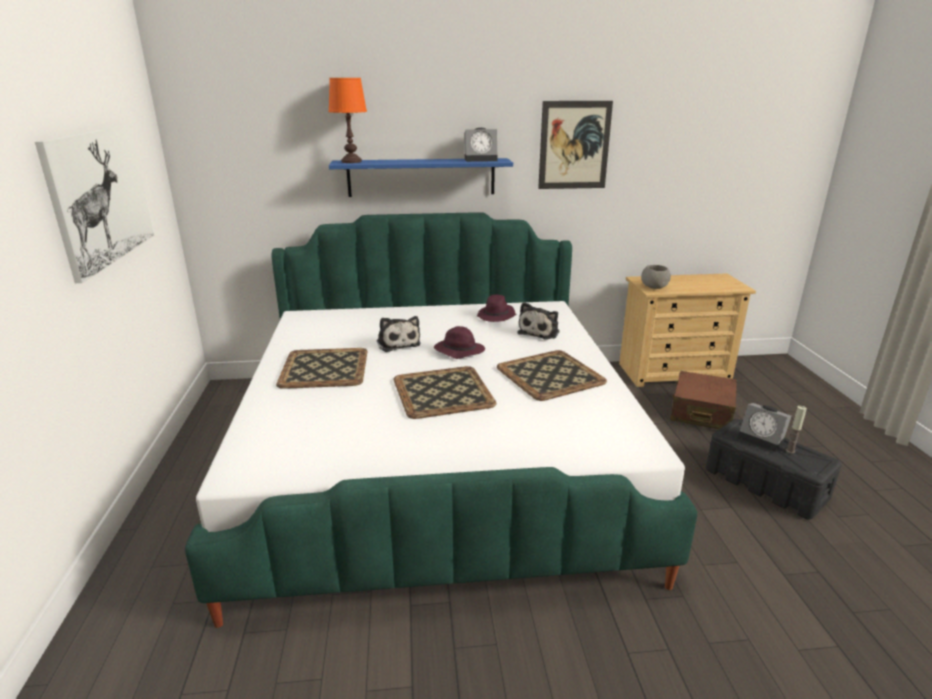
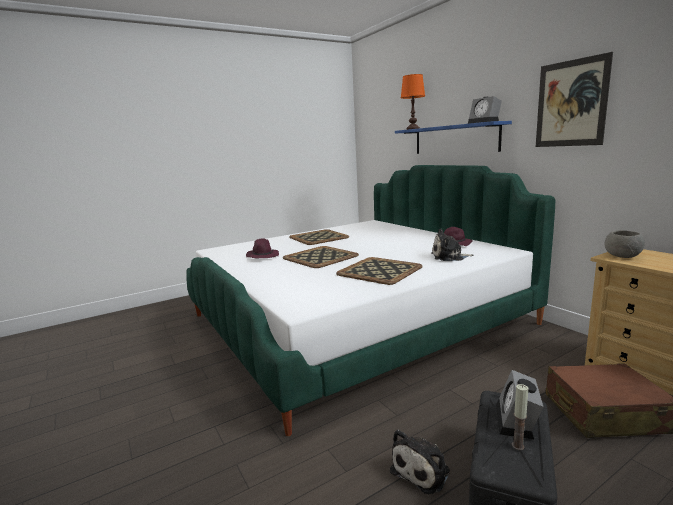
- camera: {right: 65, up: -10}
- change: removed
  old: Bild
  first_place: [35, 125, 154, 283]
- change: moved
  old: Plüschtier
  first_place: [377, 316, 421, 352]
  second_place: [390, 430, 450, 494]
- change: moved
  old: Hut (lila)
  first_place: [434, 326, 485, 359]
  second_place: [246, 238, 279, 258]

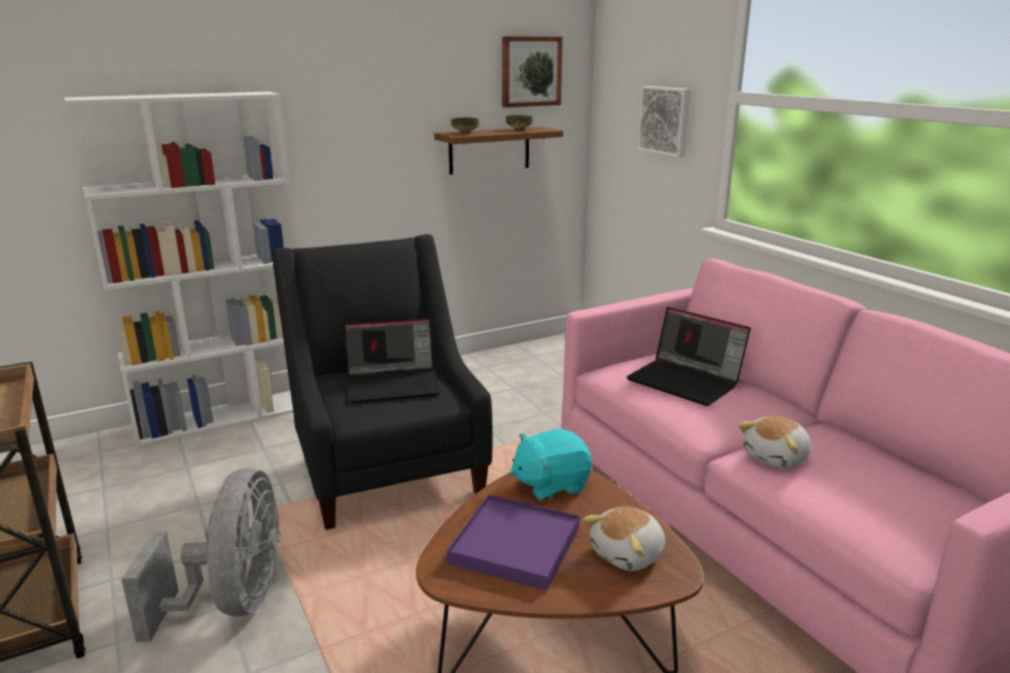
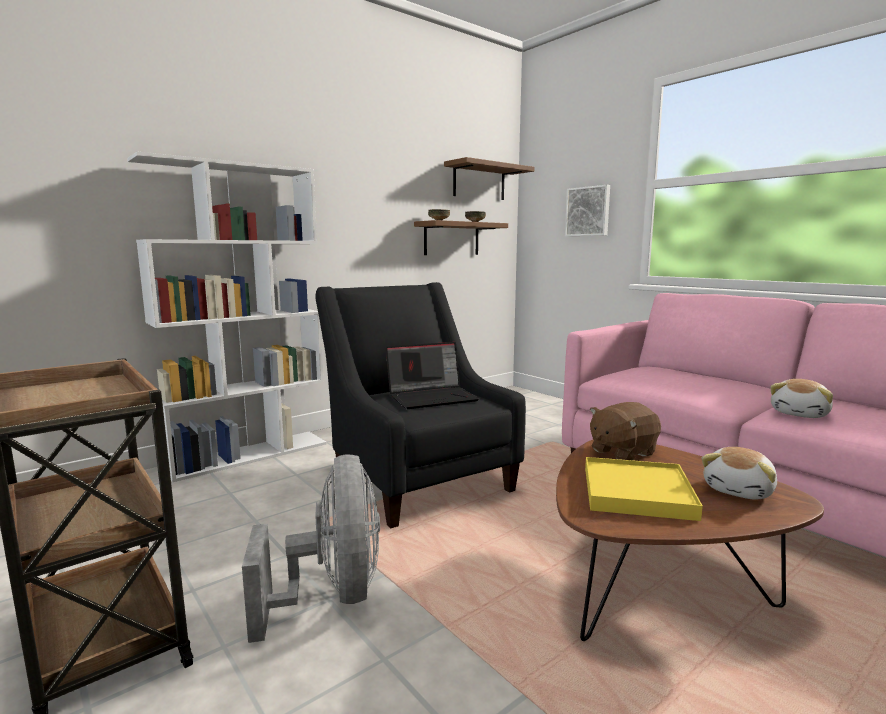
- camera: {right: -10, up: -10}
- change: recoloured
  old: Tablett (lila)
  new: Tablett (gelb)
  first_place: [447, 495, 580, 591]
  second_place: [585, 457, 703, 521]
- change: replaced
  old: Bild
  new: Wandregal (braun)
  first_place: [502, 36, 563, 107]
  second_place: [444, 157, 535, 200]
- change: recoloured
  old: Plüschtier (türkis)
  new: Plüschtier (braun)
  first_place: [510, 429, 592, 501]
  second_place: [590, 402, 661, 460]
- change: removed
  old: Laptop
  first_place: [626, 307, 751, 406]

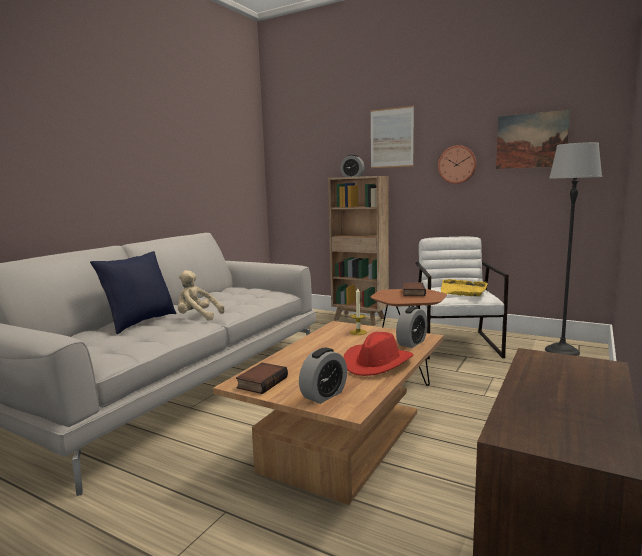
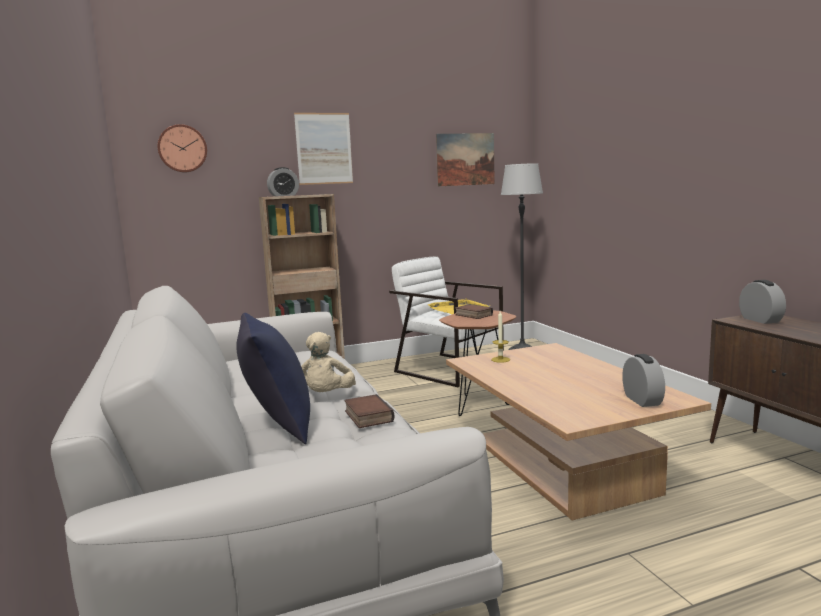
- camera: {right: -50, up: 0}
- change: turned
  old: Plüschtier (beige)
  first_place: [178, 270, 224, 321]
  second_place: [301, 332, 356, 392]
  degrees: -45
- change: moved
  old: Buch
  first_place: [236, 363, 288, 394]
  second_place: [344, 394, 395, 428]
- change: removed
  old: Hut (rot)
  first_place: [343, 332, 414, 376]
- change: moved
  old: Wecker
  first_place: [396, 306, 428, 348]
  second_place: [739, 280, 786, 324]
- change: moved
  old: Wanduhr
  first_place: [438, 145, 477, 184]
  second_place: [158, 124, 207, 172]

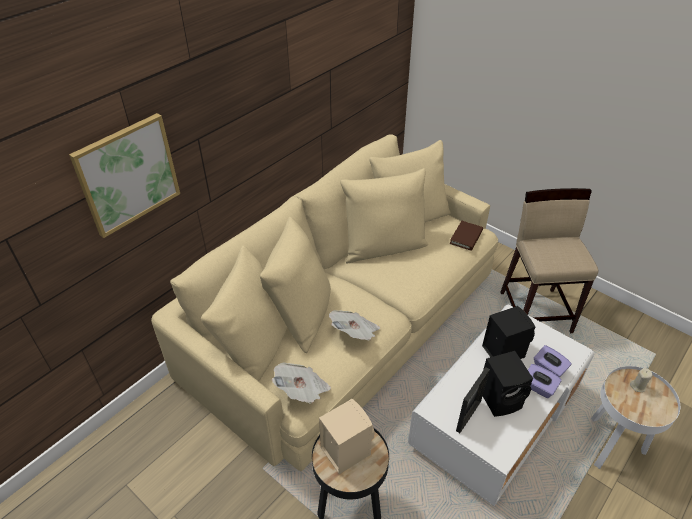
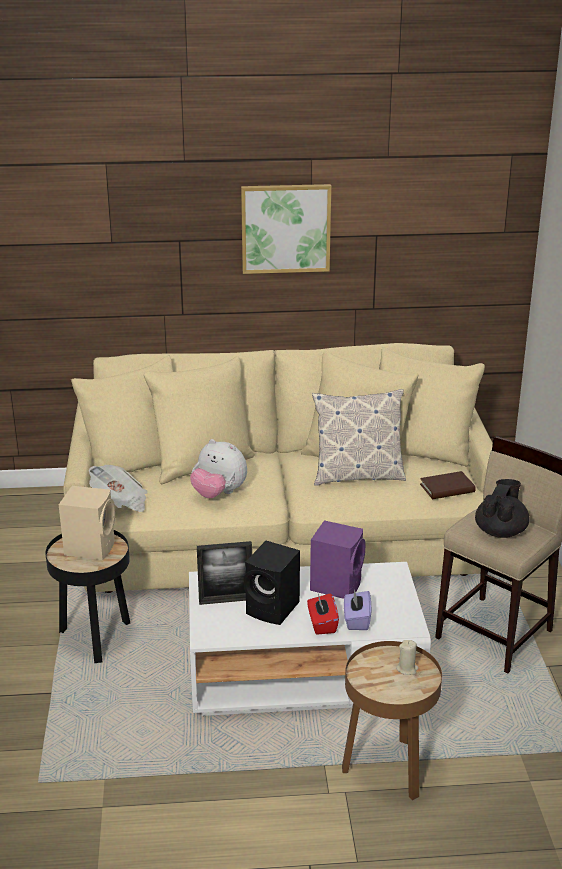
- camera: {right: 45, up: -15}
- change: moved
  old: Bild
  first_place: [69, 113, 180, 238]
  second_place: [241, 184, 331, 274]
- change: replaced
  old: Zeitung
  new: Plüschtier
  first_place: [329, 310, 380, 341]
  second_place: [190, 439, 247, 498]
- change: recoloured
  old: Lautsprecher (schwarz)
  new: Lautsprecher (lila)
  first_place: [482, 306, 535, 359]
  second_place: [310, 520, 366, 599]
- change: recoloured
  old: Taschentuchbox (lila)
  new: Taschentuchbox (rot)
  first_place: [528, 364, 562, 398]
  second_place: [307, 593, 339, 635]
- change: recoloured
  old: Beistelltisch (weiß)
  new: Beistelltisch (braun)
  first_place: [591, 366, 680, 469]
  second_place: [342, 641, 442, 800]
- change: added
  new: Kissen
  second_place: [312, 389, 406, 486]
- change: added
  new: Teekanne (schwarz)
  second_place: [475, 479, 530, 538]

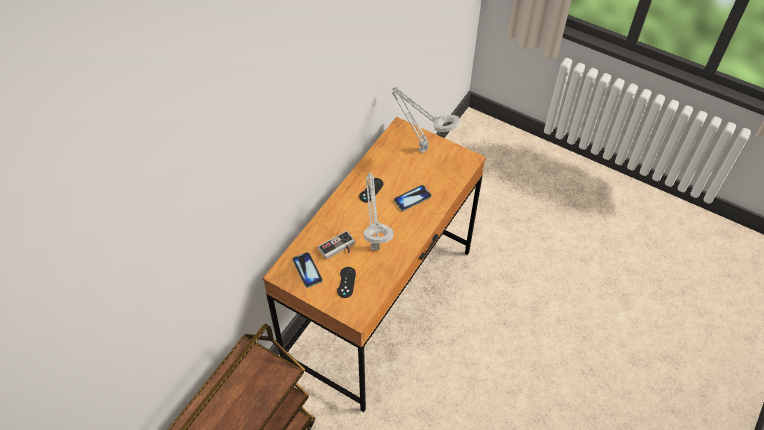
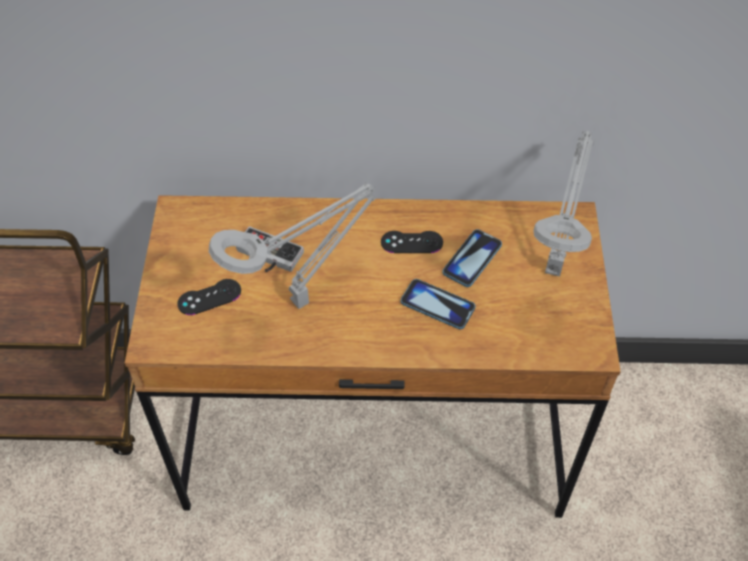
- camera: {right: 60, up: 0}
- change: moved
  old: Handy
  first_place: [293, 252, 323, 287]
  second_place: [442, 229, 502, 287]

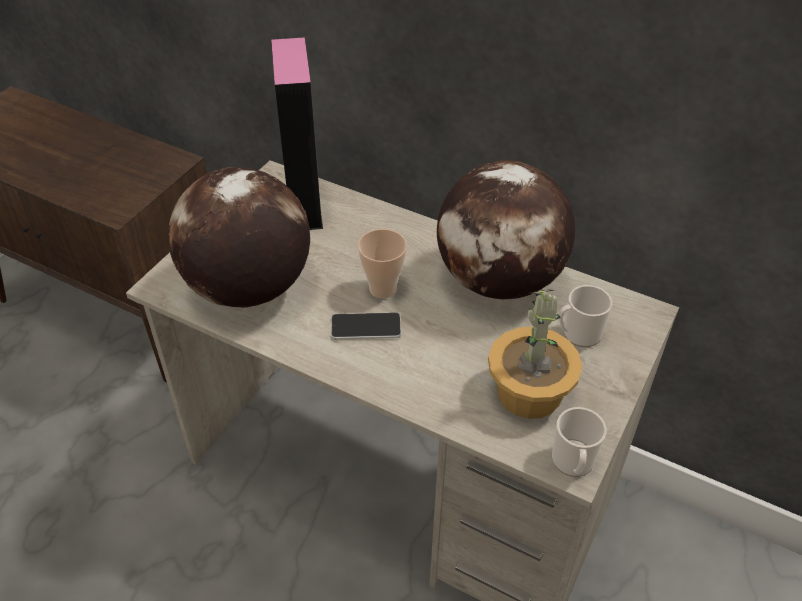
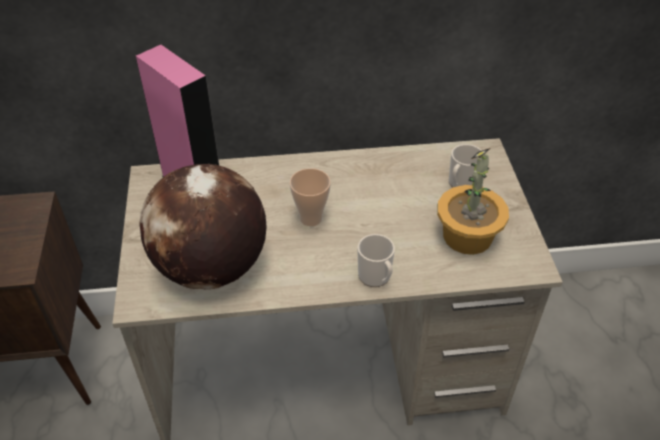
- camera: {right: -35, up: 0}
- change: removed
  old: Handy
  first_place: [331, 312, 401, 340]
- change: removed
  old: Globus
  first_place: [437, 160, 575, 299]
- change: moved
  old: Henkelbecher
  first_place: [552, 407, 607, 477]
  second_place: [358, 234, 395, 287]

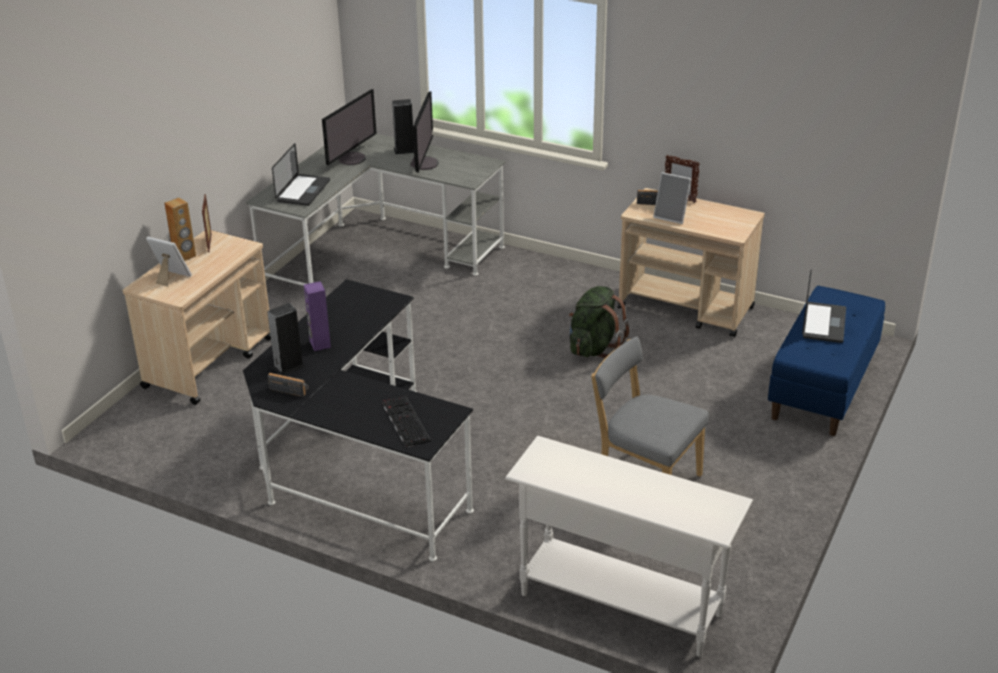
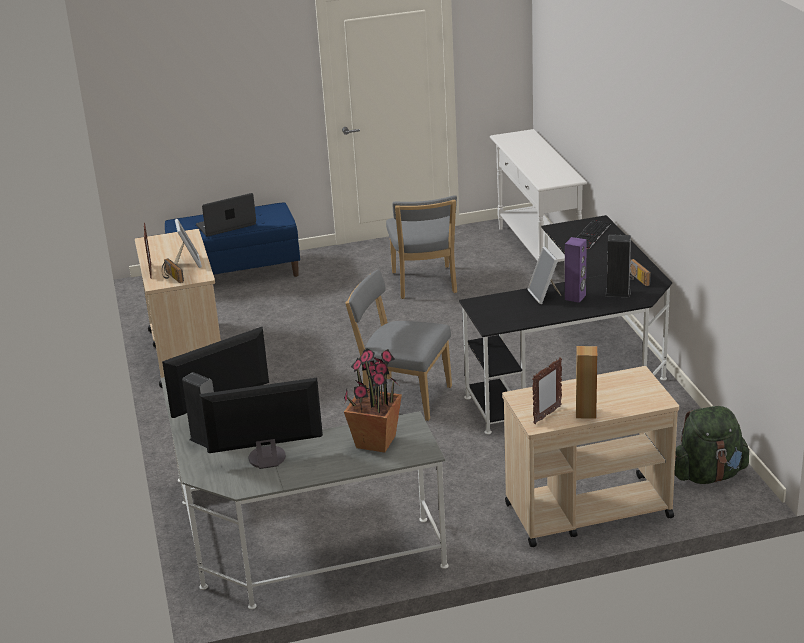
- camera: {right: -130, up: -5}
- change: moved
  old: Bilderrahmen
  first_place: [146, 237, 192, 287]
  second_place: [528, 246, 562, 304]
- change: replaced
  old: Laptop
  new: Topfpflanze
  first_place: [272, 143, 330, 206]
  second_place: [344, 349, 402, 453]
- change: moved
  old: Rucksack (grün)
  first_place: [569, 286, 629, 358]
  second_place: [674, 406, 750, 484]
- change: added
  new: Stuhl (grau)
  second_place: [345, 270, 452, 421]

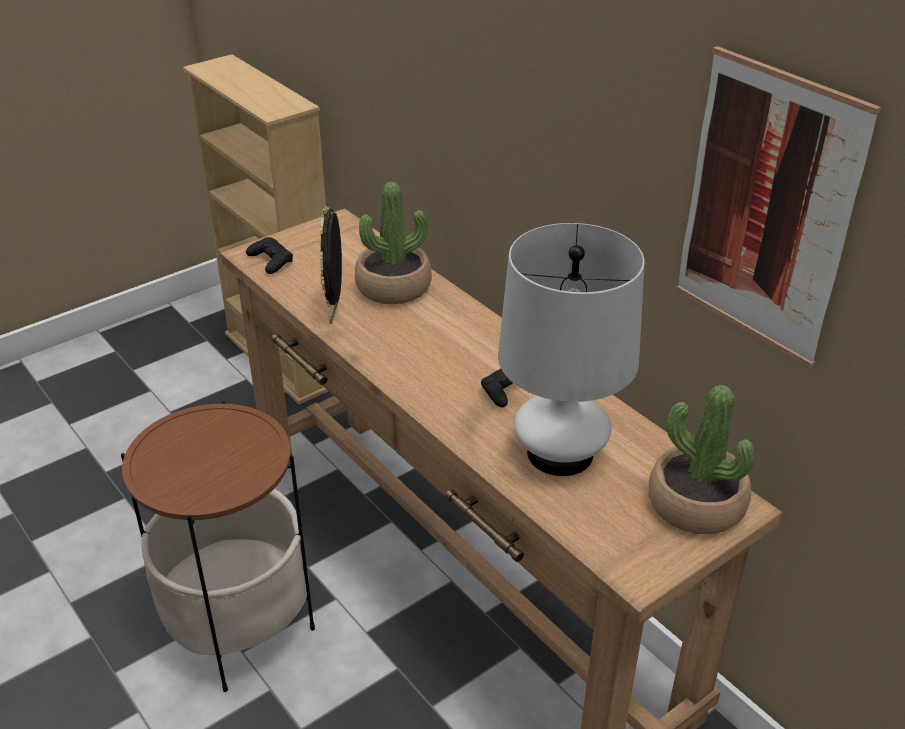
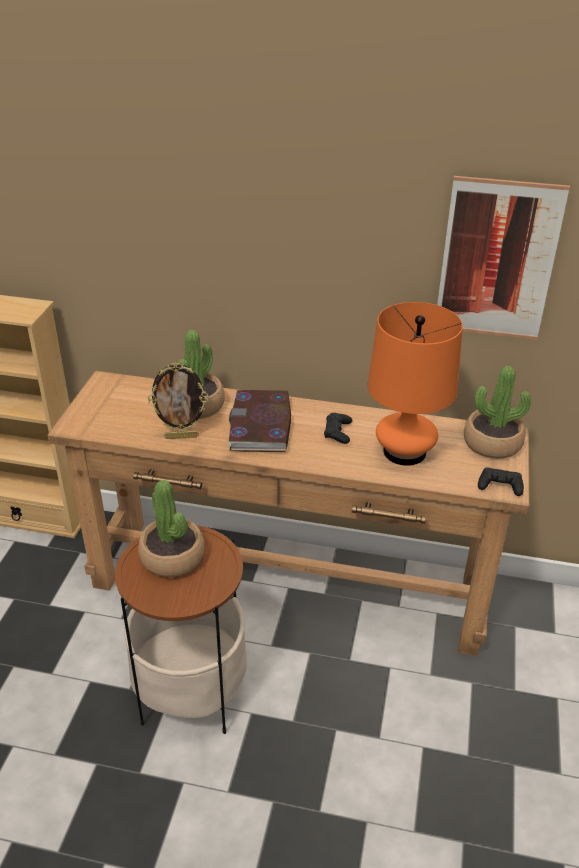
- camera: {right: -40, up: 0}
- change: moved
  old: Gamepad (schwarz)
  first_place: [246, 237, 293, 274]
  second_place: [478, 467, 524, 496]
- change: turned
  old: Bilderrahmen
  first_place: [320, 206, 342, 324]
  second_place: [148, 362, 209, 439]
  degrees: -60
- change: recoloured
  old: Tischlampe (weiß)
  new: Tischlampe (orange)
  first_place: [498, 223, 645, 476]
  second_place: [368, 302, 463, 466]
- change: added
  new: Topfpflanze
  second_place: [138, 480, 205, 577]
- change: added
  new: Buch
  second_place: [228, 390, 291, 452]

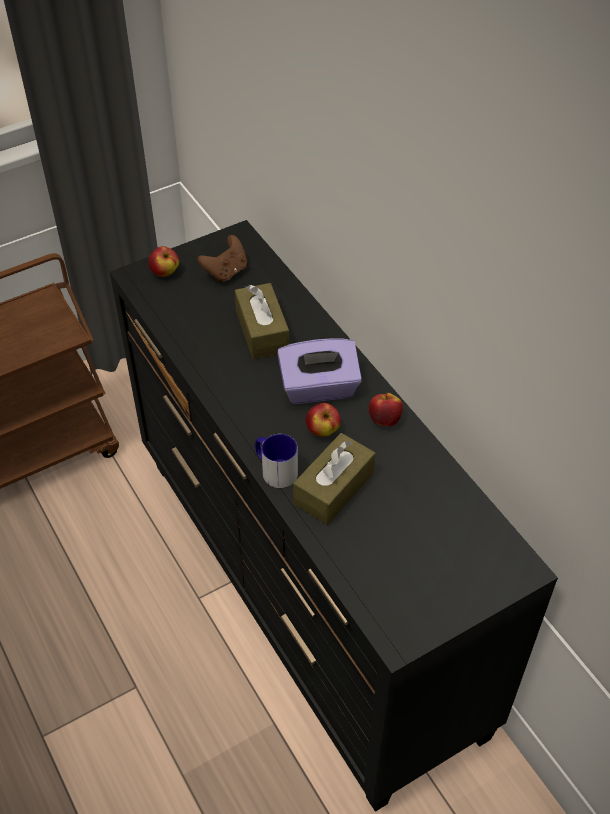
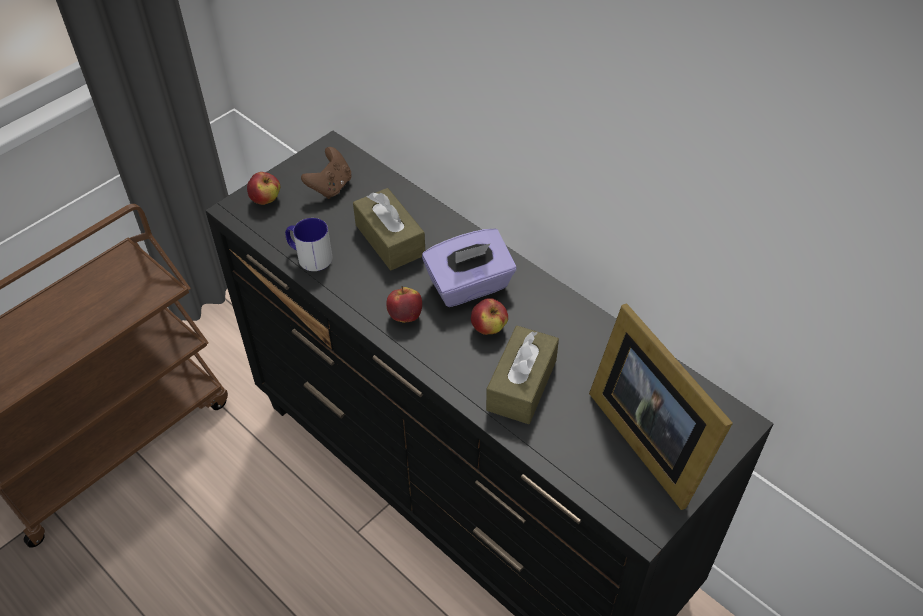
- camera: {right: -15, up: 0}
- change: moved
  old: Henkelbecher
  first_place: [255, 434, 298, 488]
  second_place: [285, 218, 332, 271]
- change: moved
  old: Apfel
  first_place: [369, 392, 403, 426]
  second_place: [386, 286, 422, 323]
- change: added
  new: Bilderrahmen
  second_place: [589, 303, 733, 510]

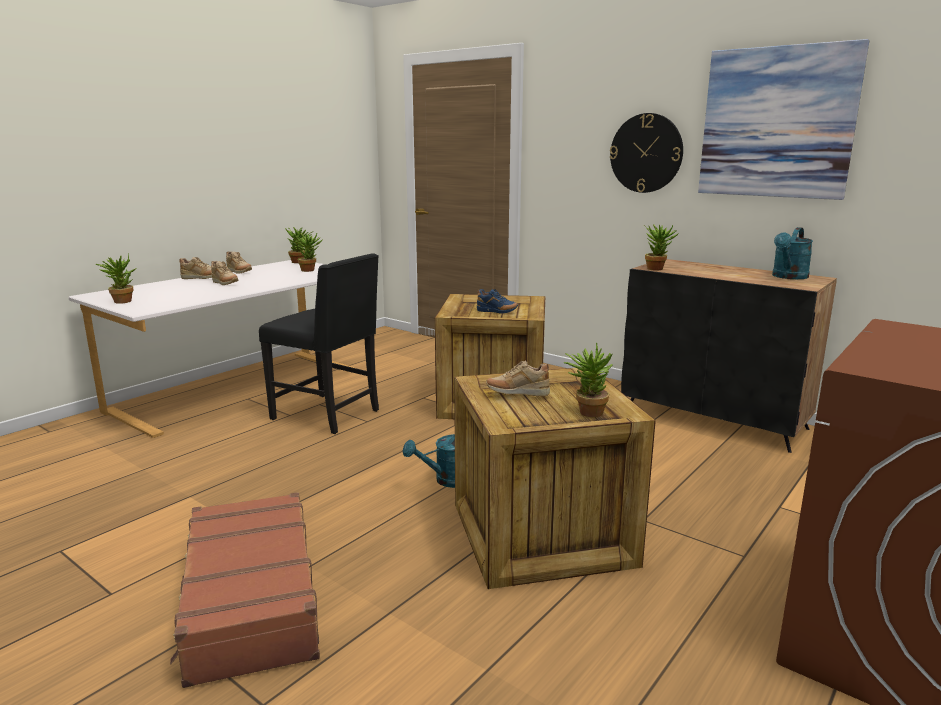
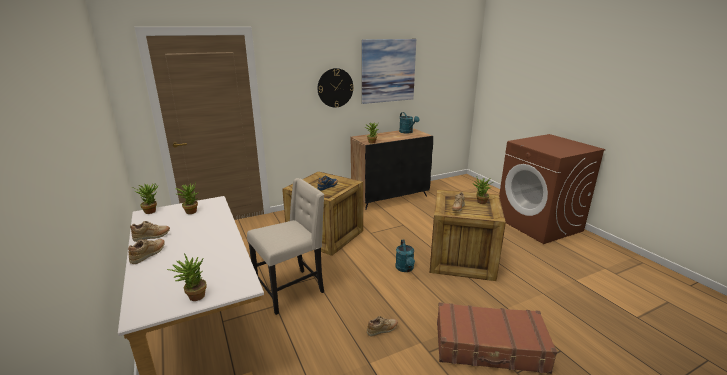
- camera: {right: -65, up: 5}
- change: moved
  old: Schuh (beige)
  first_place: [211, 261, 238, 285]
  second_place: [367, 316, 398, 336]
- change: recoloured
  old: Stuhl (schwarz)
  new: Stuhl (beige)
  first_place: [259, 253, 379, 434]
  second_place: [247, 178, 324, 315]

